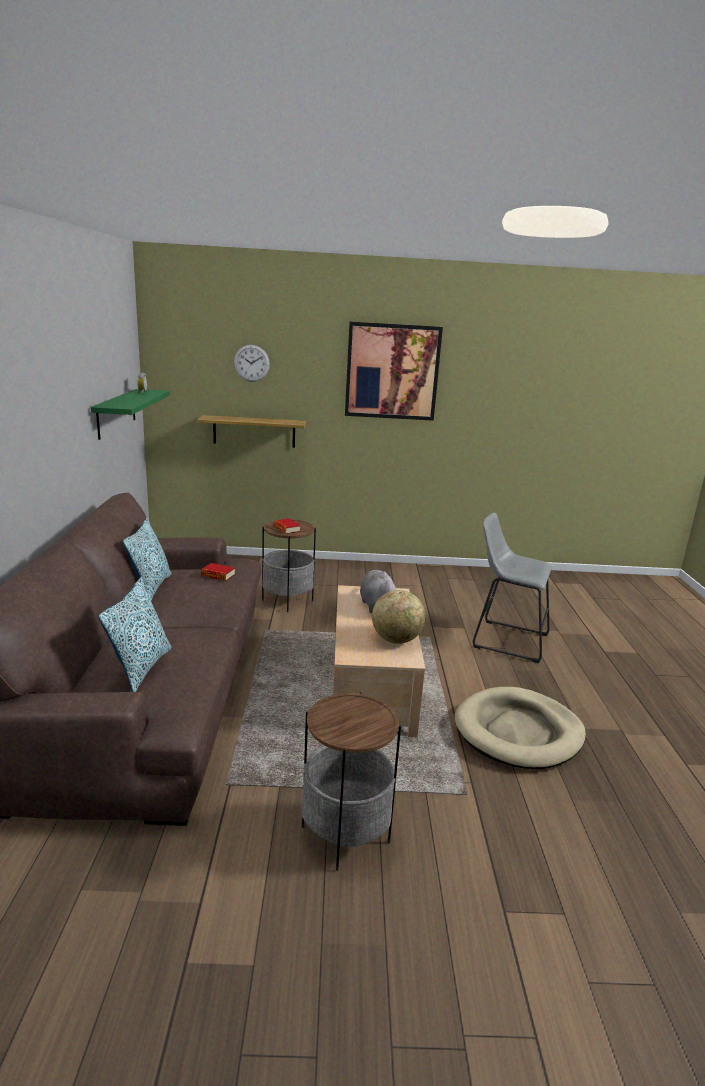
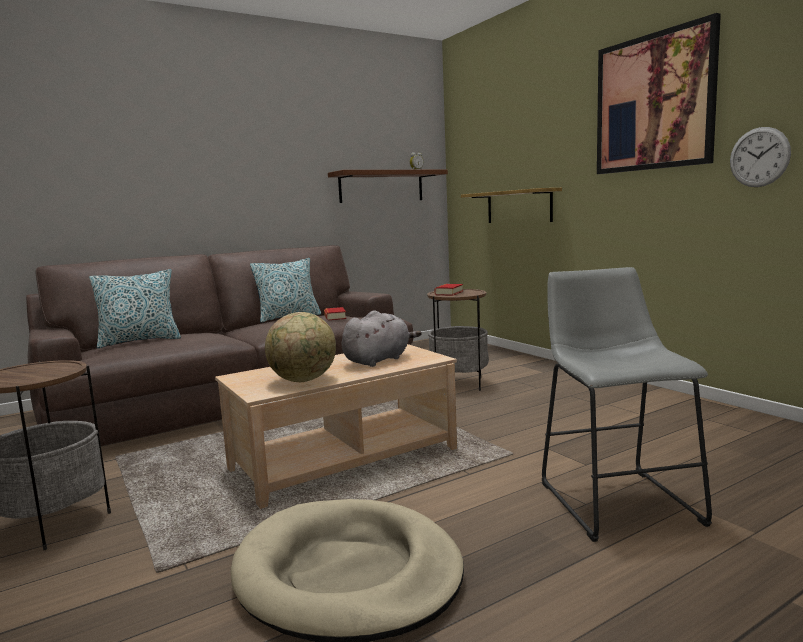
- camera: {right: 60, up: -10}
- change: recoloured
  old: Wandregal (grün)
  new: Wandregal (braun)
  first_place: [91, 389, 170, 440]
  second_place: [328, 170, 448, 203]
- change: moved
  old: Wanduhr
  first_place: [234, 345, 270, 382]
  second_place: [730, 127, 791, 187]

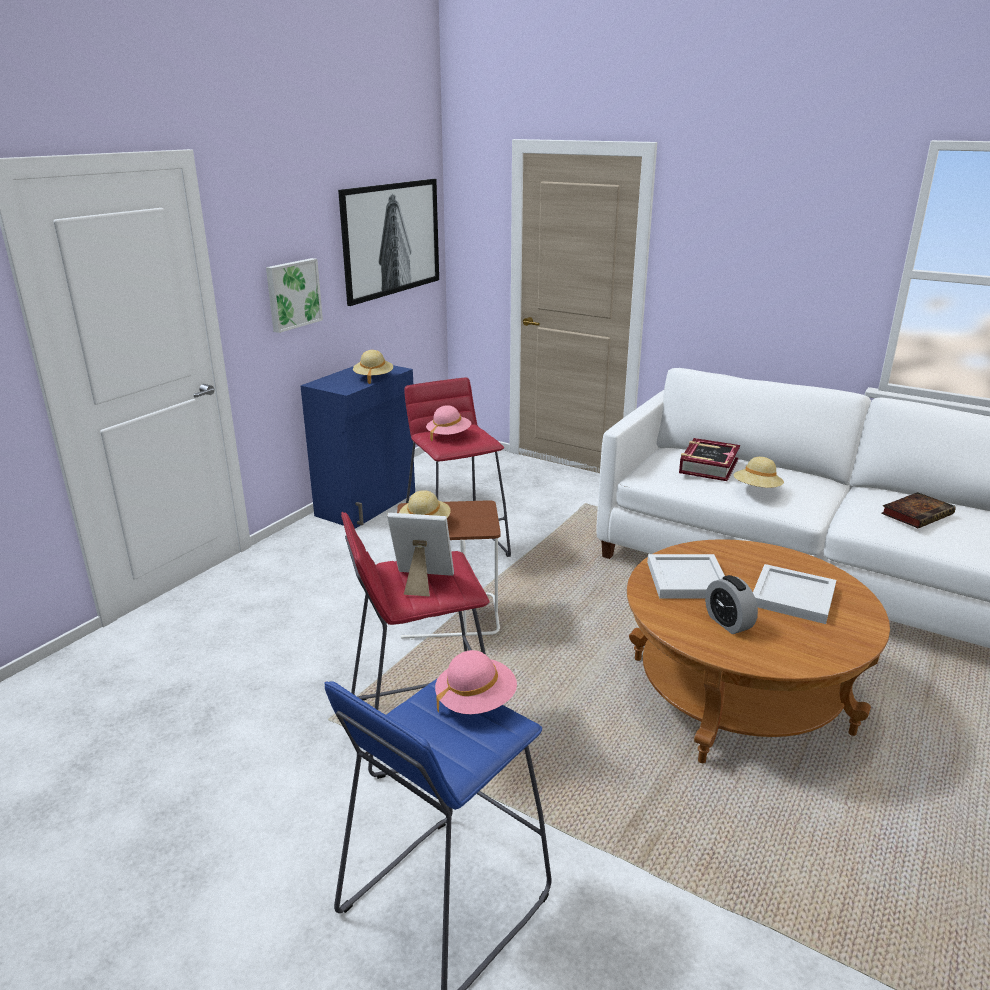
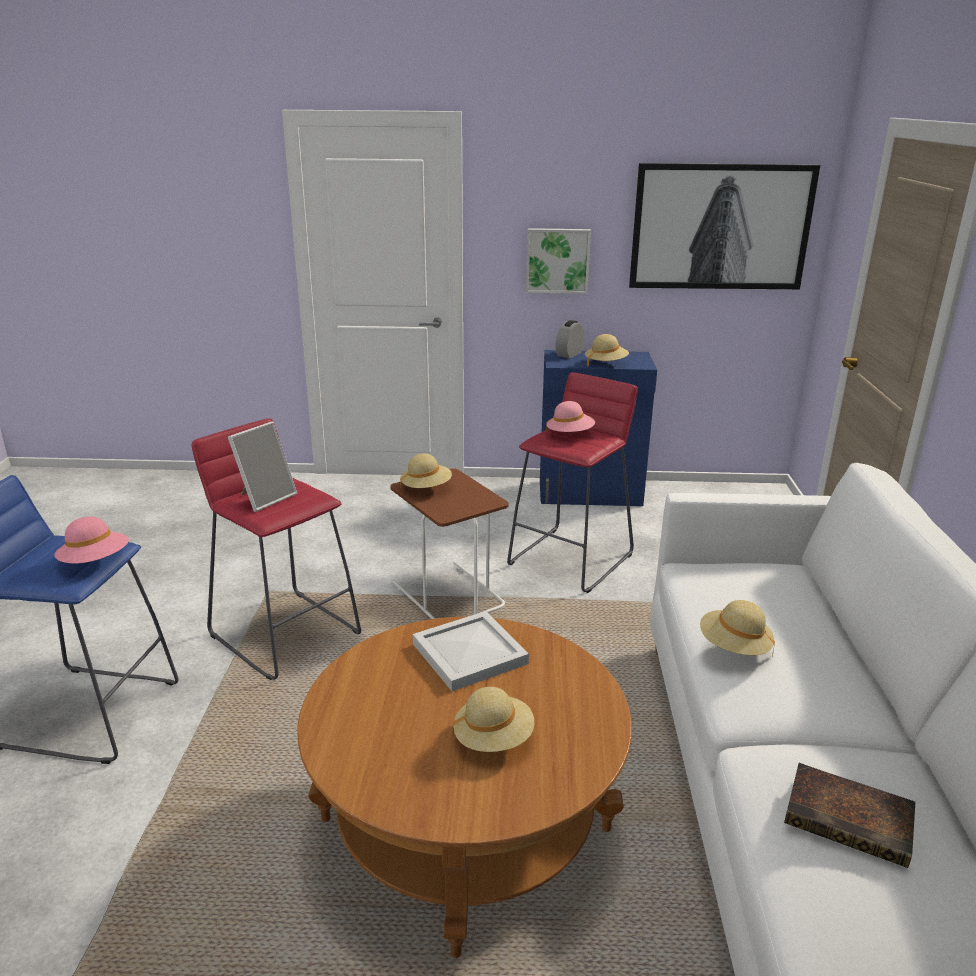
- camera: {right: 60, up: 0}
- change: turned
  old: Bilderrahmen
  first_place: [387, 513, 454, 597]
  second_place: [228, 421, 297, 512]
  degrees: 60
- change: removed
  old: Buch
  first_place: [679, 438, 740, 481]
- change: moved
  old: Wecker
  first_place: [705, 575, 758, 634]
  second_place: [556, 320, 585, 359]
- change: replaced
  old: Tablett (weiß)
  new: Hut (beige)
  first_place: [753, 564, 836, 624]
  second_place: [453, 687, 534, 752]

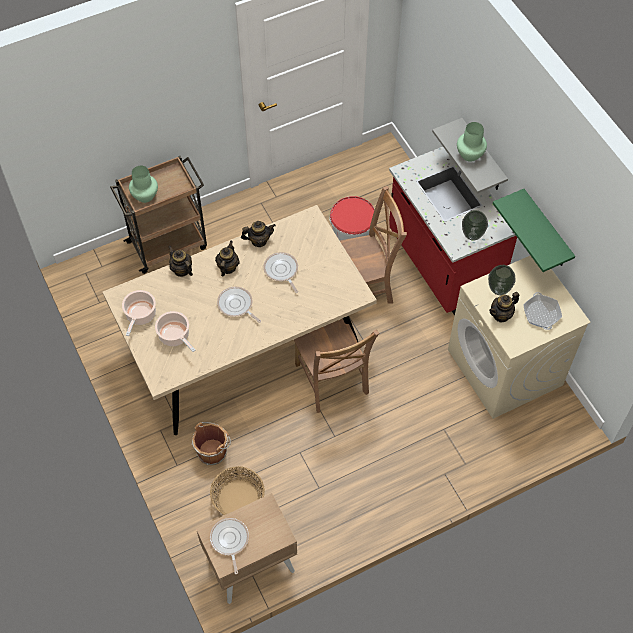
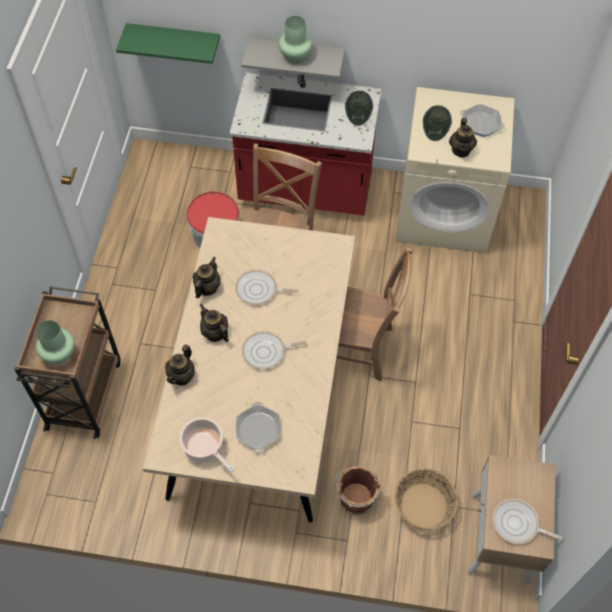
- camera: {right: -55, up: 0}
- change: replaced
  old: Kochtopf
  new: Pfanne
  first_place: [155, 311, 196, 352]
  second_place: [236, 402, 281, 453]
- change: turned
  old: Teekanne
  first_place: [168, 246, 193, 277]
  second_place: [165, 344, 195, 386]
  degrees: -60
- change: moved
  old: Wandregal (grün)
  first_place: [493, 189, 575, 272]
  second_place: [116, 23, 220, 64]

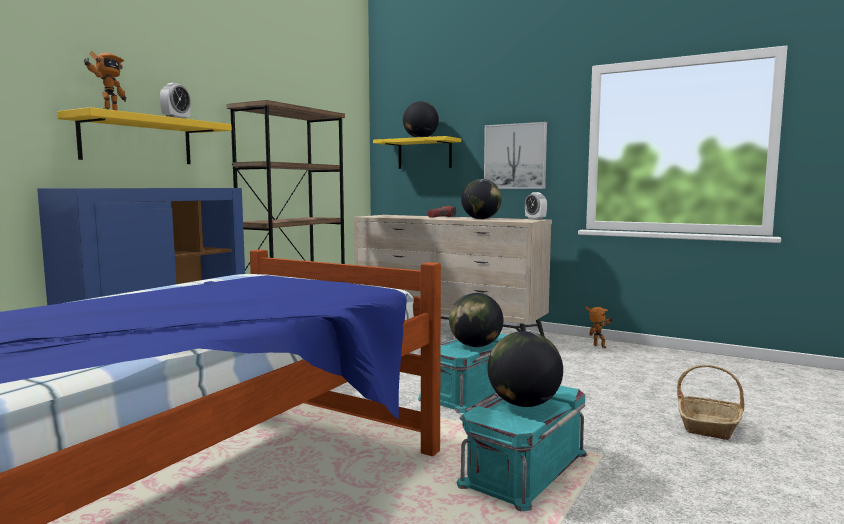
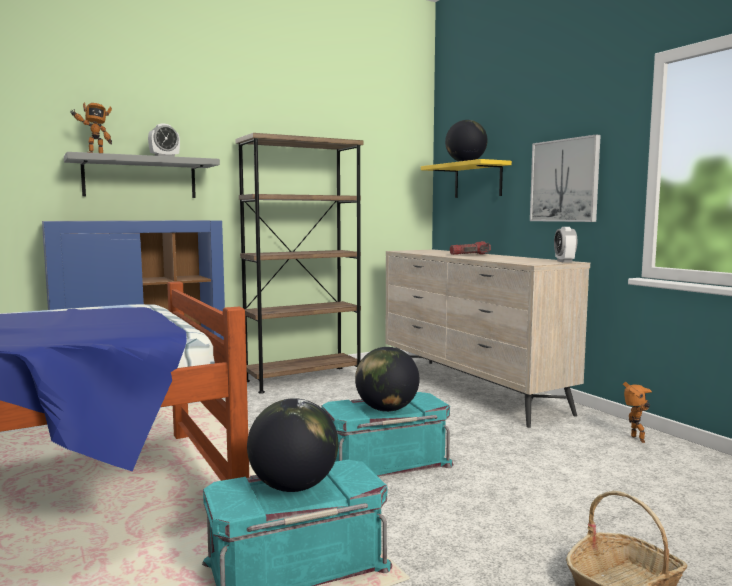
- camera: {right: 30, up: 0}
- change: recoloured
  old: Wandregal (gelb)
  new: Wandregal (grau)
  first_place: [57, 107, 232, 164]
  second_place: [64, 152, 220, 198]
- change: removed
  old: Globus
  first_place: [461, 179, 502, 219]

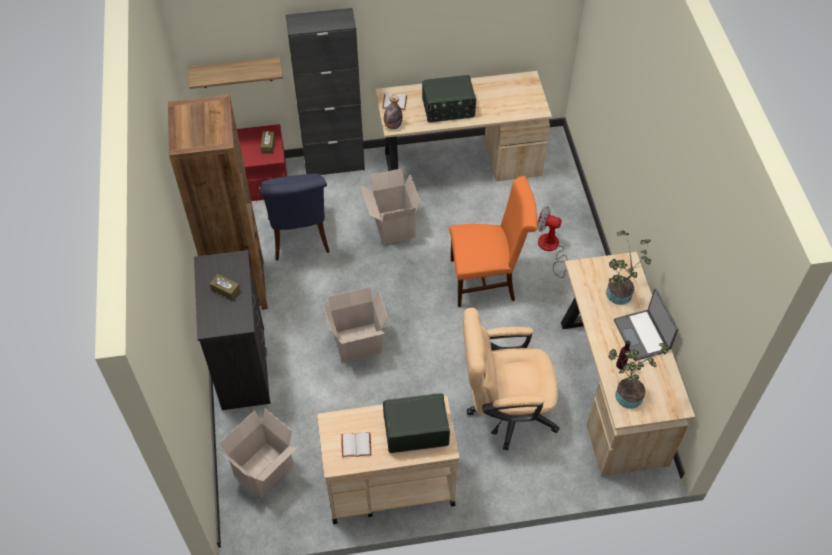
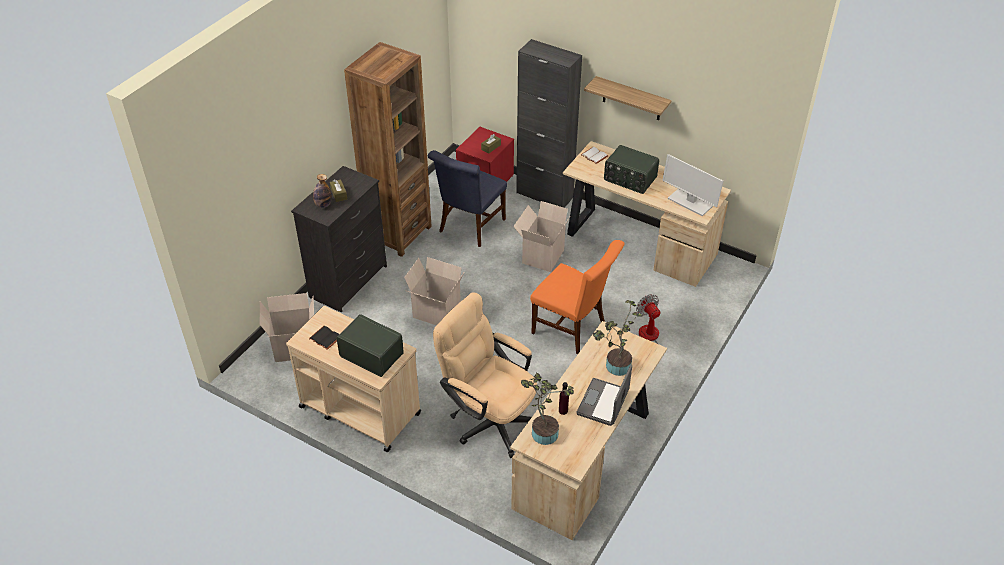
- camera: {right: 40, up: -10}
- change: moved
  old: Wandregal
  first_place: [188, 57, 283, 89]
  second_place: [584, 76, 672, 120]
- change: recoloured
  old: Buch (weiß)
  new: Buch (schwarz)
  first_place: [341, 432, 371, 457]
  second_place: [309, 326, 339, 350]
- change: moved
  old: Flasche
  first_place: [384, 95, 402, 129]
  second_place: [313, 174, 332, 208]
- change: added
  new: Monitor
  second_place: [662, 154, 723, 216]

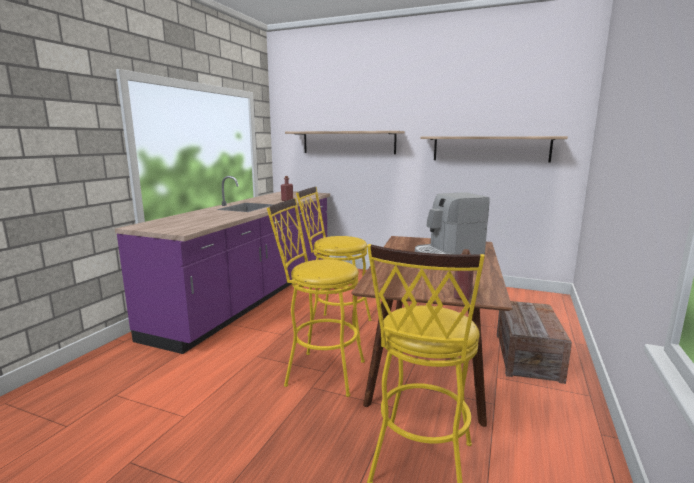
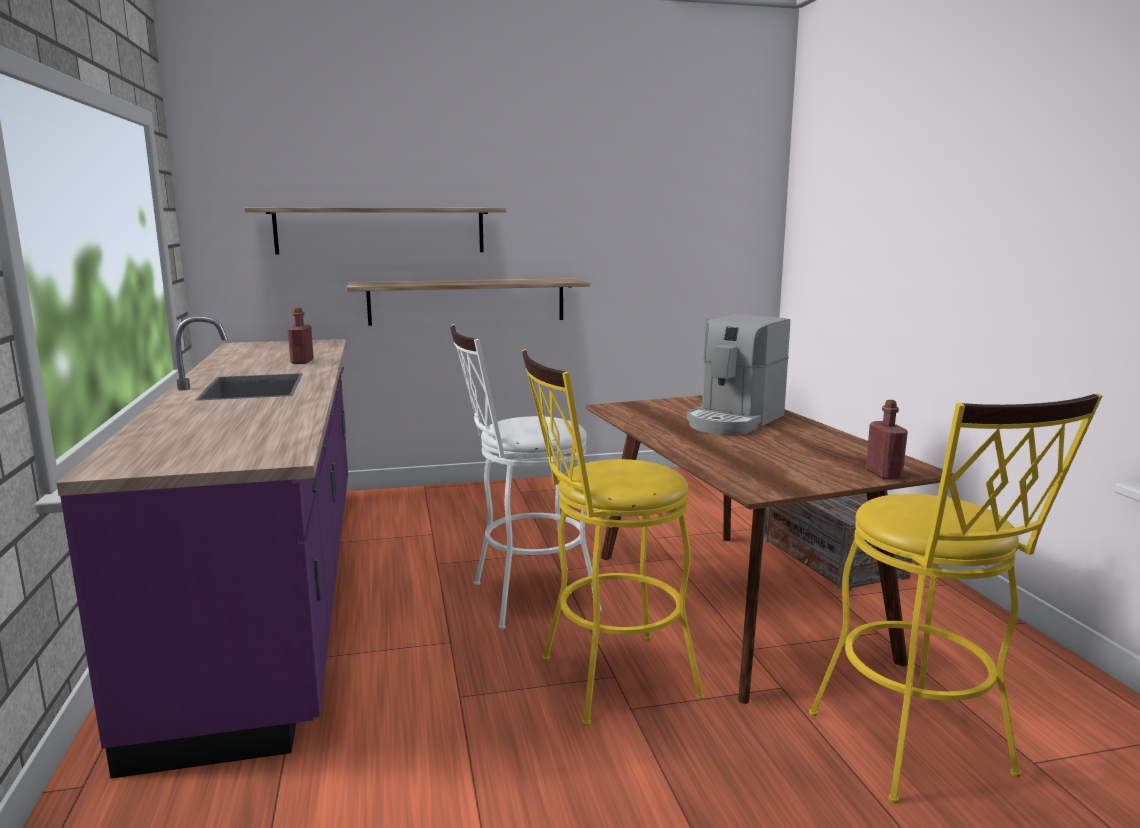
- camera: {right: -35, up: 0}
- change: recoloured
  old: Hocker (gelb)
  new: Hocker (weiß)
  first_place: [296, 187, 372, 343]
  second_place: [450, 324, 602, 630]
- change: moved
  old: Wandregal
  first_place: [420, 136, 568, 163]
  second_place: [347, 278, 591, 326]

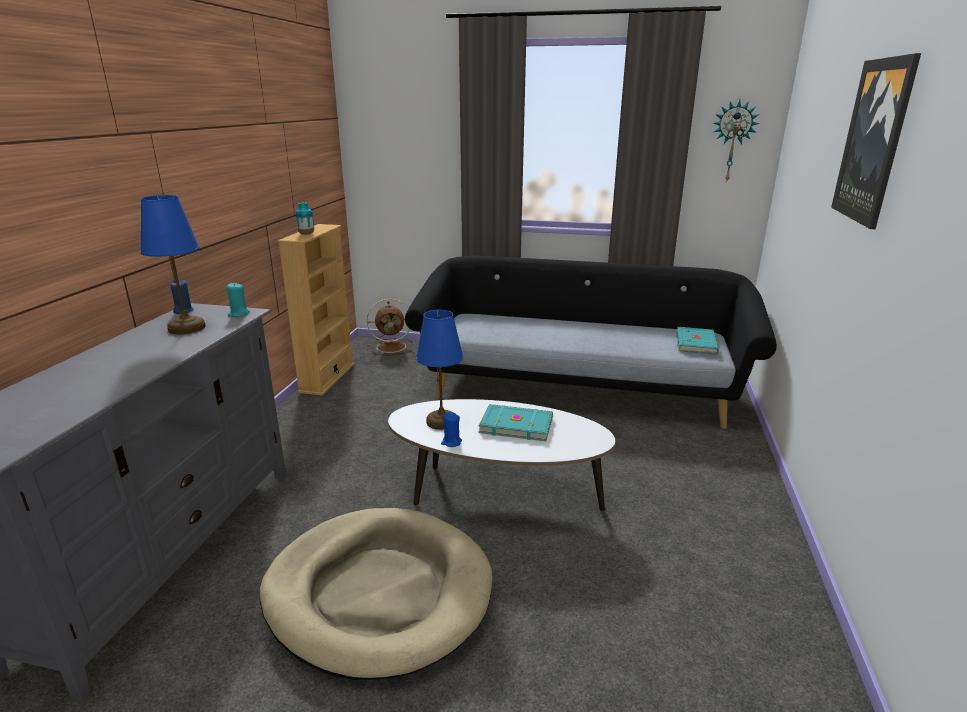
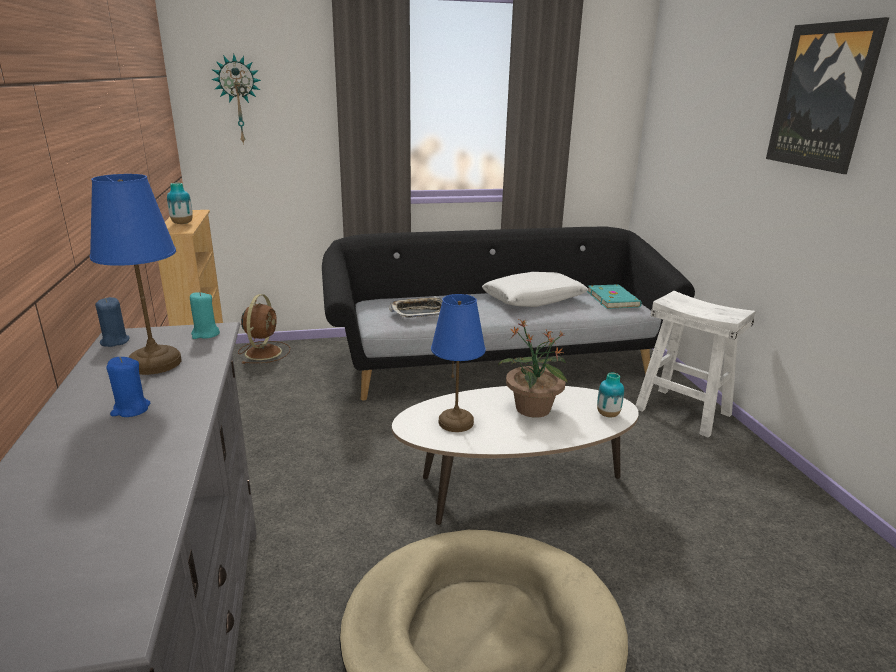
- camera: {right: -25, up: 0}
- change: turned
  old: Ventilator (braun)
  first_place: [367, 299, 414, 355]
  second_place: [238, 294, 290, 364]
  degrees: -45
- change: moved
  old: Kerze (blau)
  first_place: [441, 412, 462, 447]
  second_place: [107, 357, 150, 417]
- change: replaced
  old: Buch (türkis)
  new: Topfpflanze
  first_place: [478, 404, 553, 441]
  second_place: [498, 319, 568, 418]
- change: moved
  old: Wanduhr
  first_place: [713, 100, 759, 183]
  second_place: [211, 54, 261, 145]
- change: added
  new: Tablett
  second_place: [389, 297, 442, 318]
- change: added
  new: Kissen (weiß)
  second_place: [482, 272, 588, 307]
- change: added
  new: Vase
  second_place: [597, 373, 624, 417]
- change: added
  new: Hocker (weiß)
  second_place: [635, 291, 756, 438]

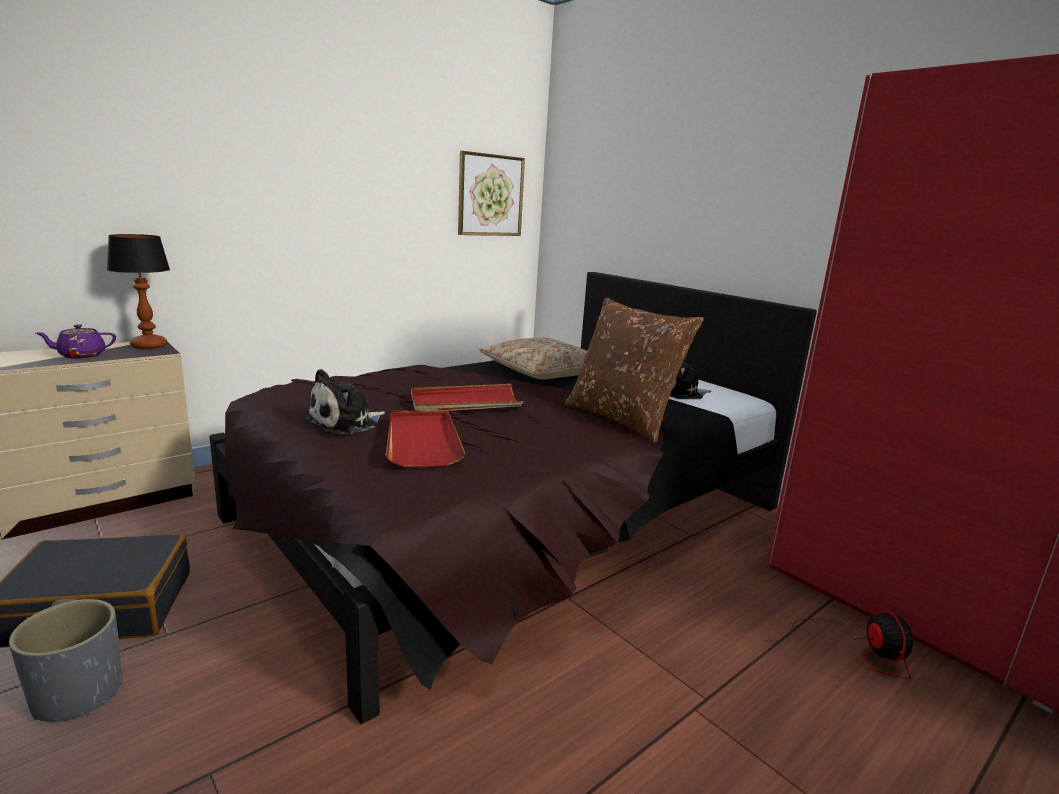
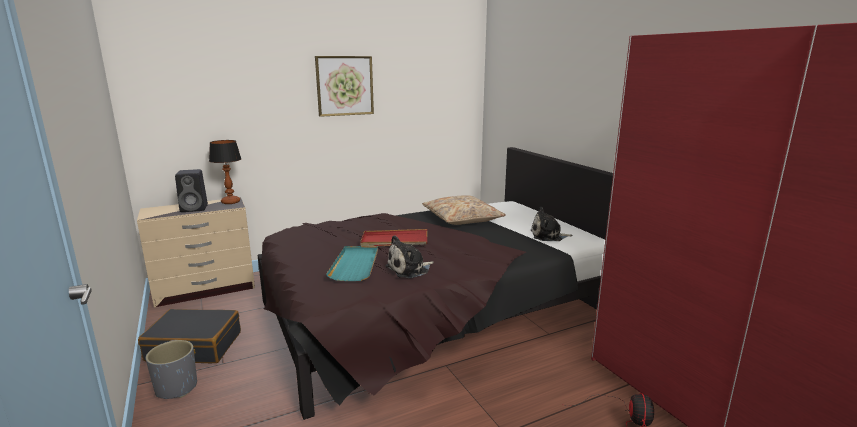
- camera: {right: 15, up: 0}
- change: replaced
  old: Teekanne (lila)
  new: Lautsprecher (schwarz)
  first_place: [36, 324, 116, 359]
  second_place: [175, 169, 208, 212]
- change: moved
  old: Plüschtier
  first_place: [306, 369, 385, 435]
  second_place: [386, 235, 434, 278]
- change: recoloured
  old: Tablett (rot)
  new: Tablett (türkis)
  first_place: [386, 410, 465, 467]
  second_place: [326, 246, 378, 281]
- change: moved
  old: Bild
  first_place: [458, 151, 525, 236]
  second_place: [315, 56, 374, 117]
- change: removed
  old: Kissen (braun)
  first_place: [565, 297, 704, 443]

